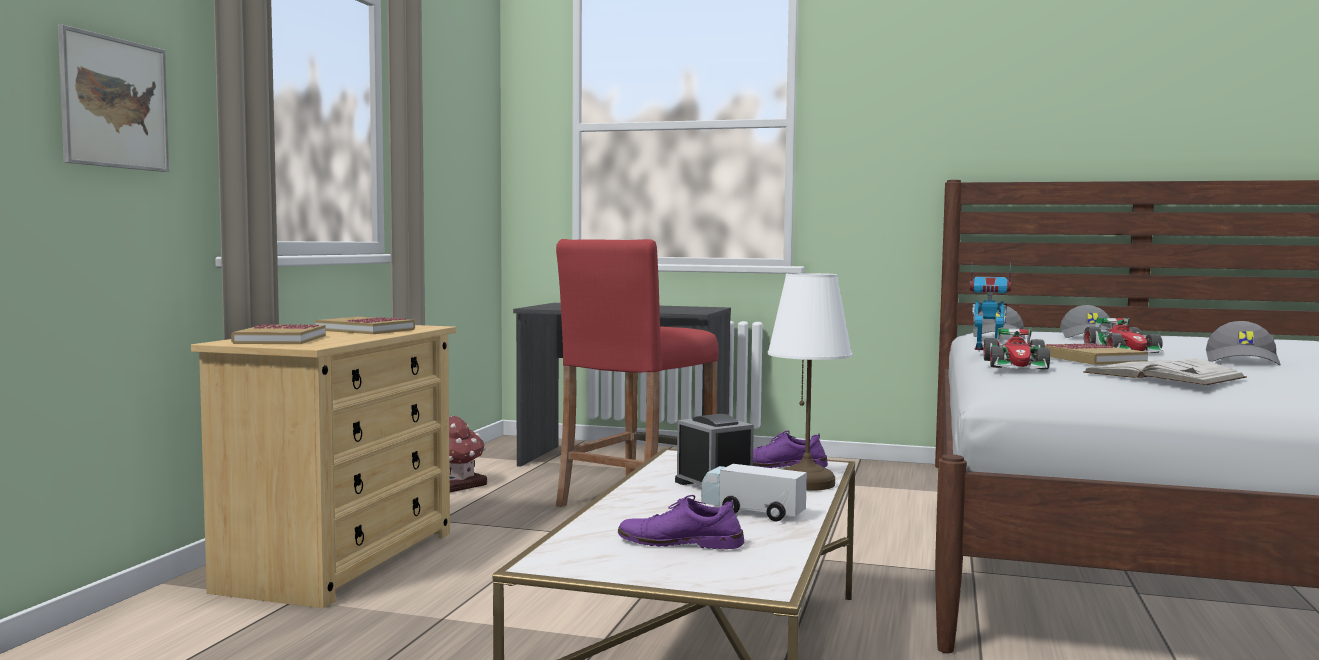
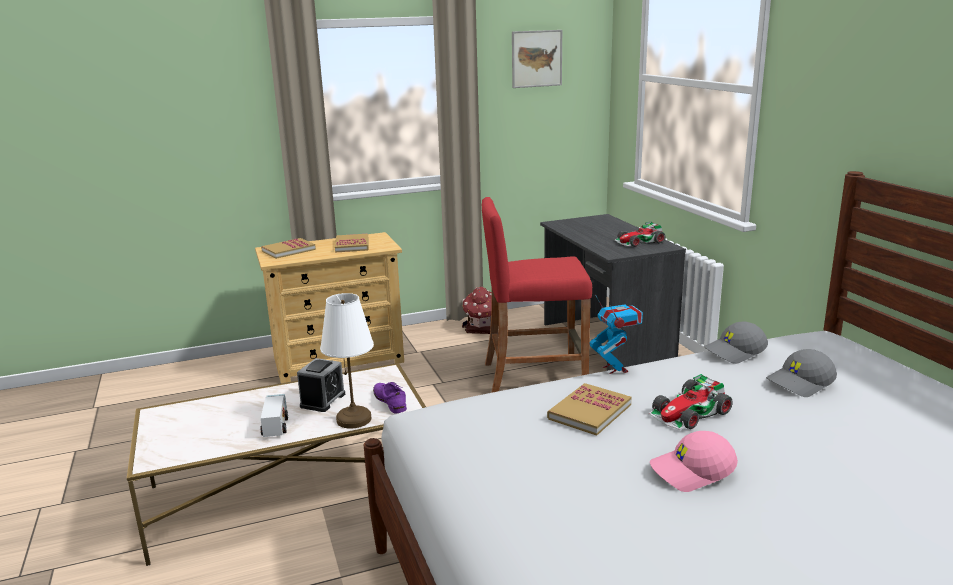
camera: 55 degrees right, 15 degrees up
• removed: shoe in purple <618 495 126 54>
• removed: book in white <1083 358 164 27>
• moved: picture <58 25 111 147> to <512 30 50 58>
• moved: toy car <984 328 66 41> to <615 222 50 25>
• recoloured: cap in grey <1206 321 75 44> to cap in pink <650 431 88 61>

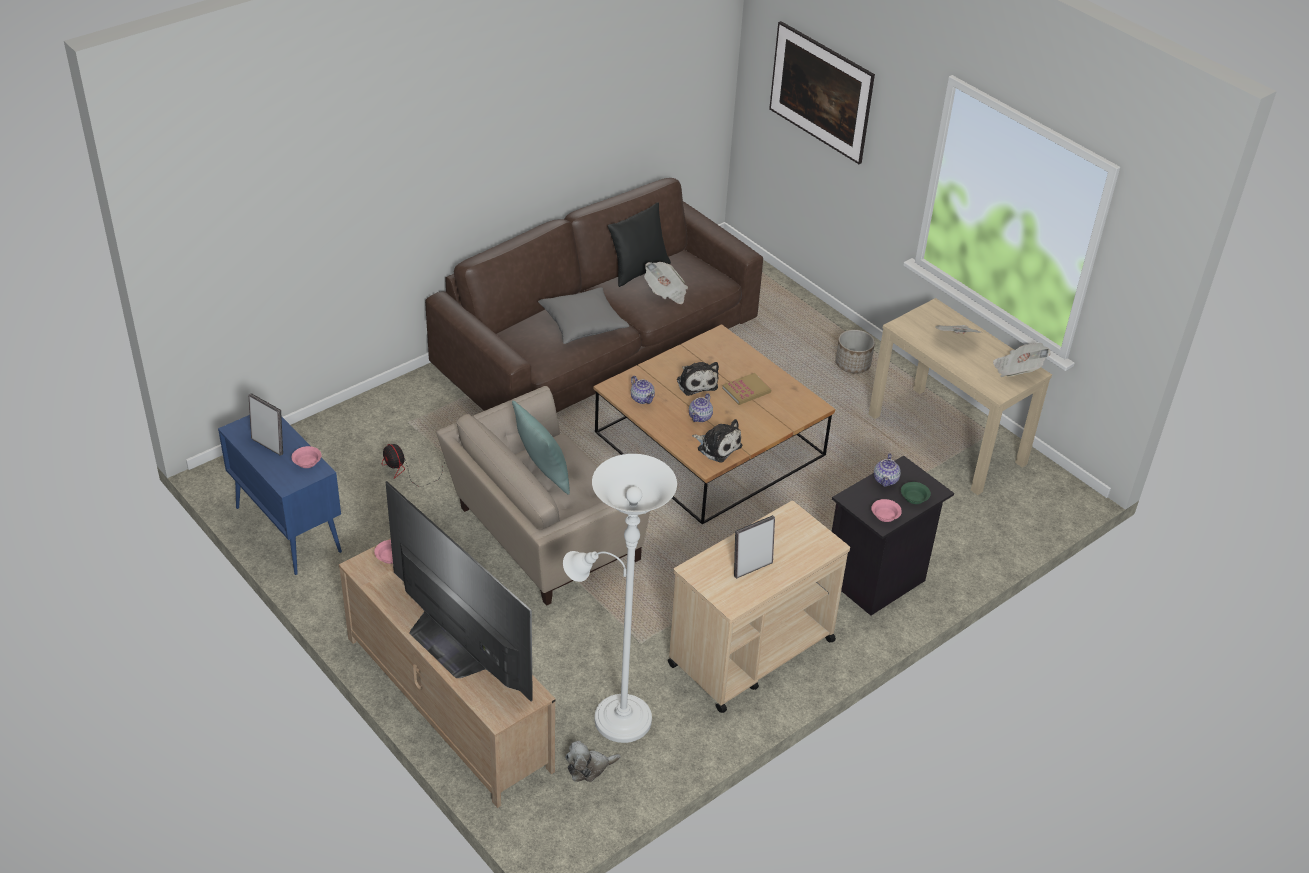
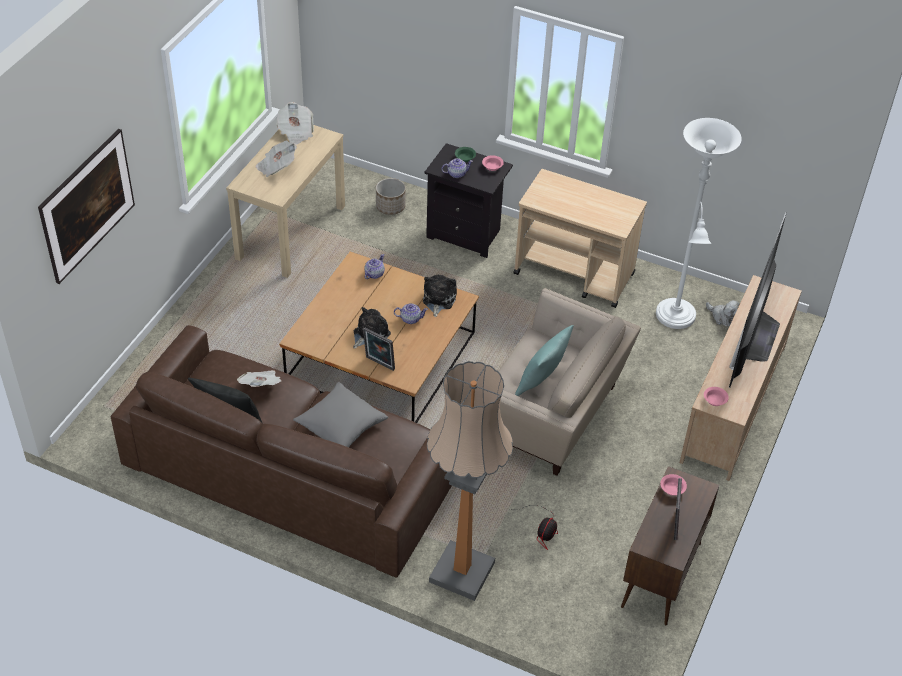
camera: 115 degrees left, 5 degrees up
• removed: book <722 373 49 32>
• added: floor lamp <427 361 86 240>
• moved: teapot <631 376 24 28> to <364 254 21 25>
• moved: picture frame <734 515 41 64> to <363 327 32 44>
• moved: planter <836 330 39 43> to <376 178 30 37>
• recoloured: cabinet in blue <218 415 124 160> to cabinet in brown <621 466 98 159>

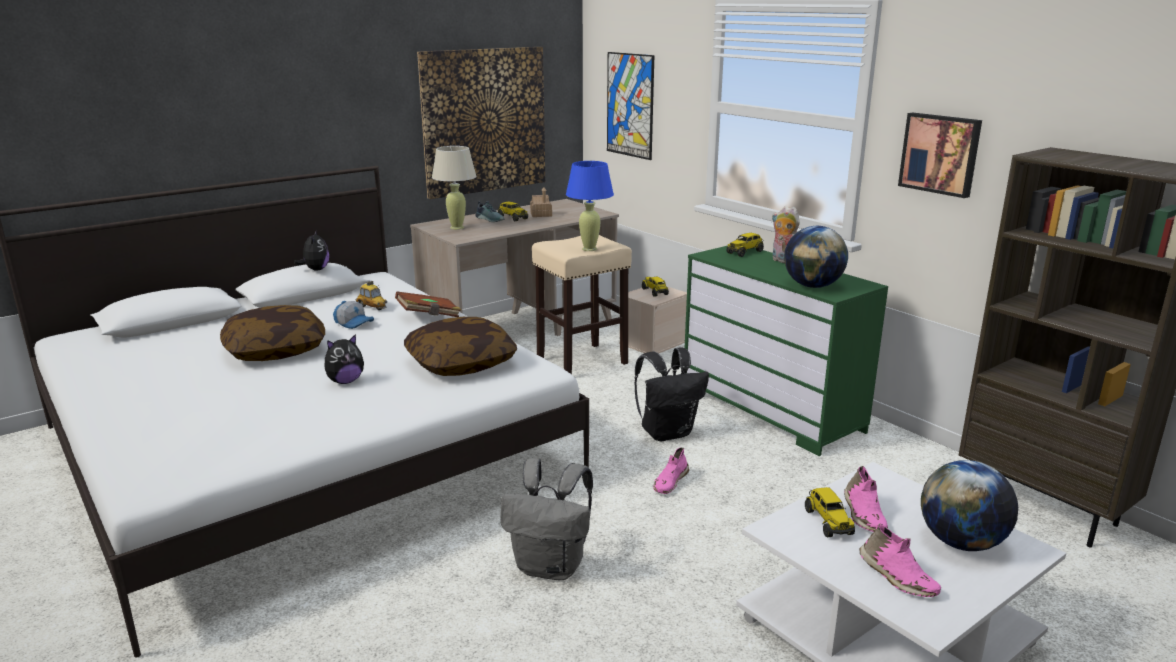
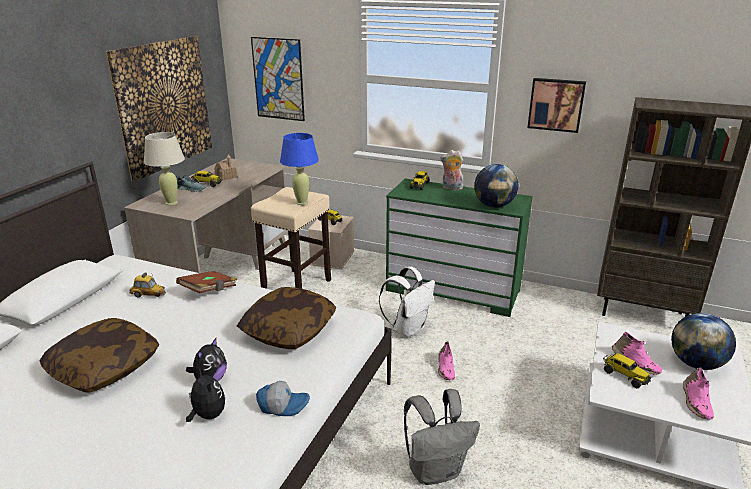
camera: 30 degrees left, 5 degrees up
• moved: plush toy <294 230 35 41> to <186 368 39 54>
• moved: cap <333 301 41 28> to <256 381 54 35>
• recoloured: backpack in black <634 347 75 94> to backpack in white <379 266 56 72>
• turned: shoe in pink <859 523 82 74> = <683 367 31 53> 75 degrees clockwise

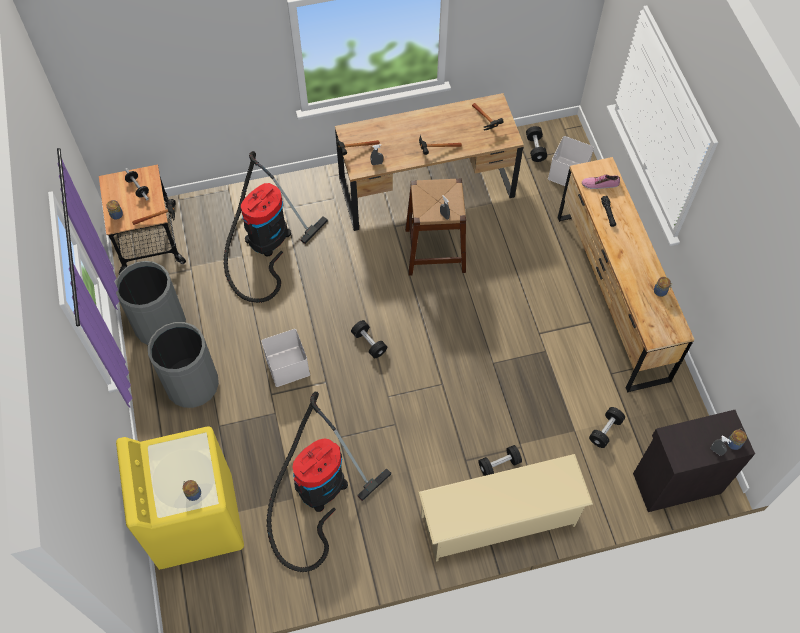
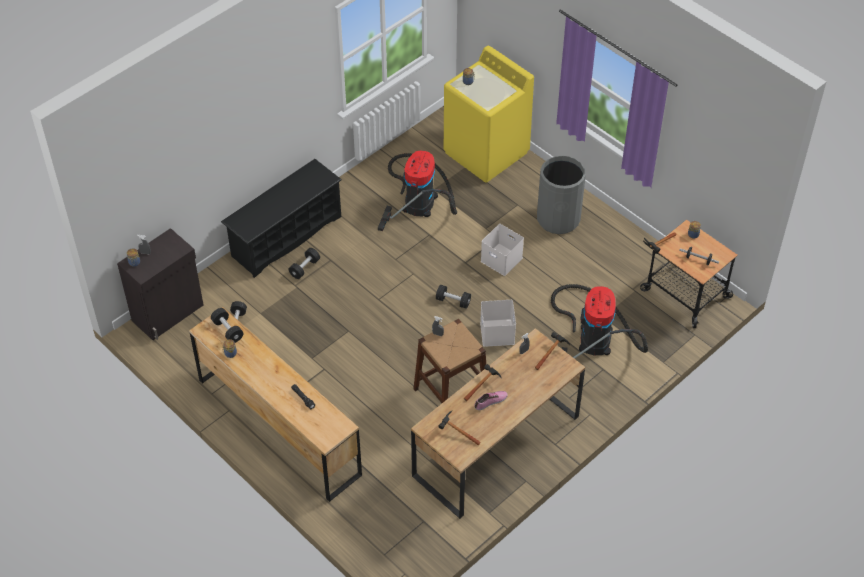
camera: 150 degrees right, 10 degrees down
• removed: trash can in grey <115 261 71 84>
• moved: dumbbell in black <526 126 21 36> to <211 308 32 35>
• moved: storage box in white <548 136 46 50> to <480 300 36 47>
• moved: shoe <582 175 38 14> to <474 391 34 19>
• recoloured: shoe rack in beige <418 454 175 107> to shoe rack in black <221 159 121 119>

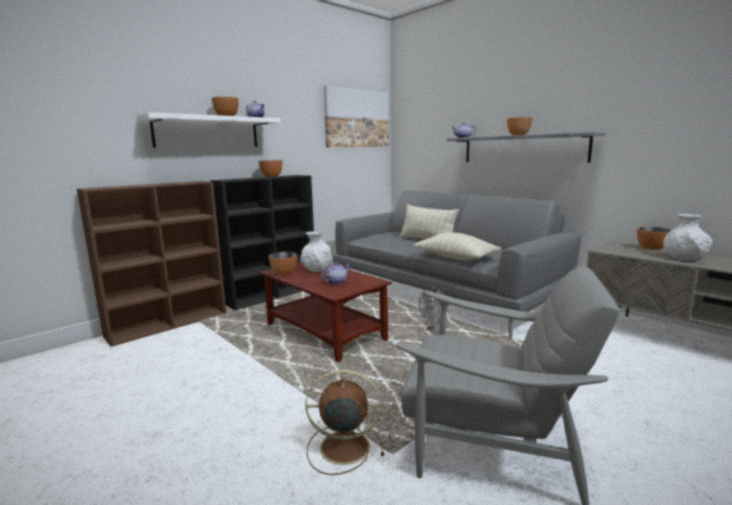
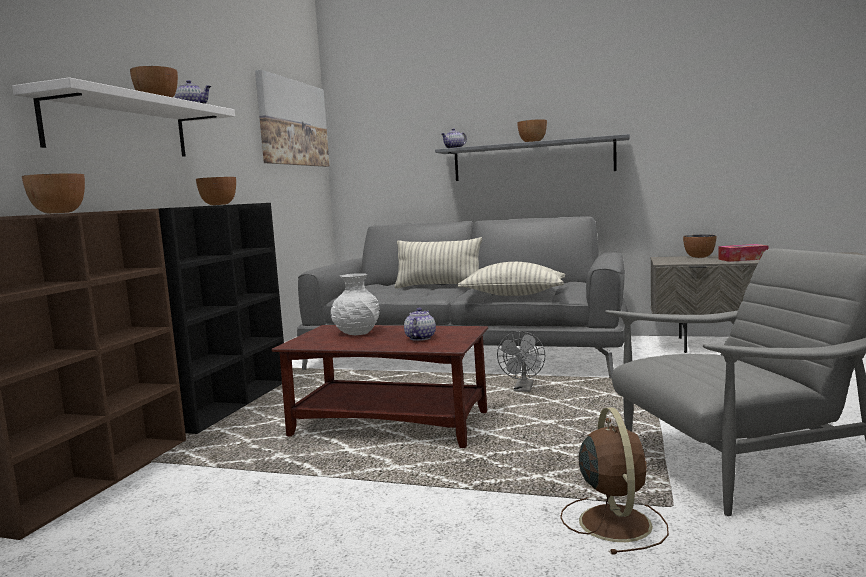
camera: 30 degrees left, 5 degrees down
• moved: bowl <269 252 28 23> to <22 174 63 40>
• replaced: vase in white <663 214 50 47> to tissue box <718 244 50 18>
• turned: fan in brown <305 370 79 105> = <560 407 109 148> 120 degrees clockwise

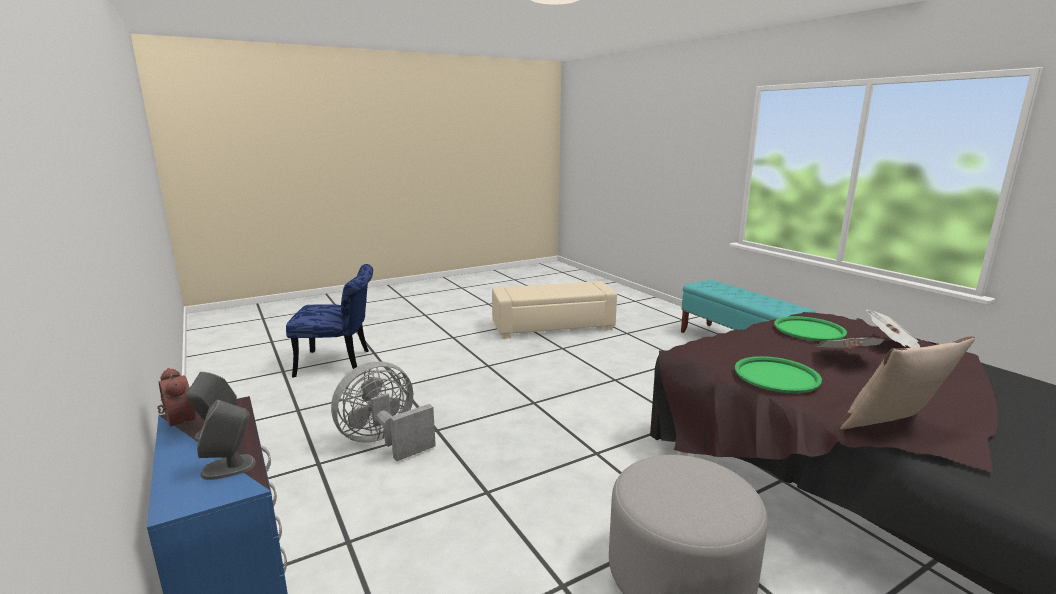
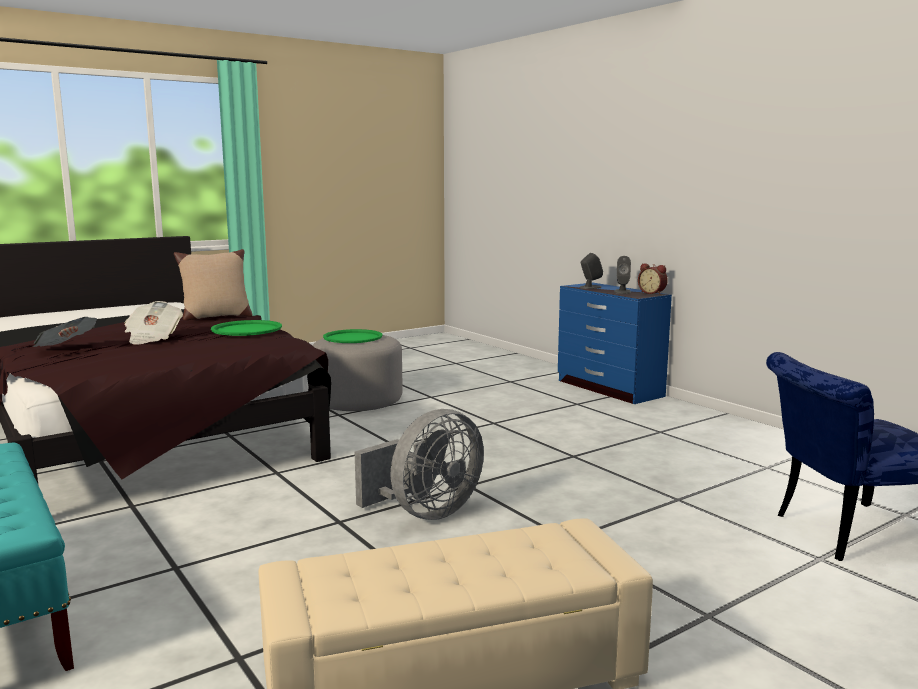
camera: 175 degrees right, 5 degrees down
• moved: fan in grey <331 361 105 100> to <355 409 129 111>
• moved: tray in green <774 316 73 25> to <323 329 60 14>

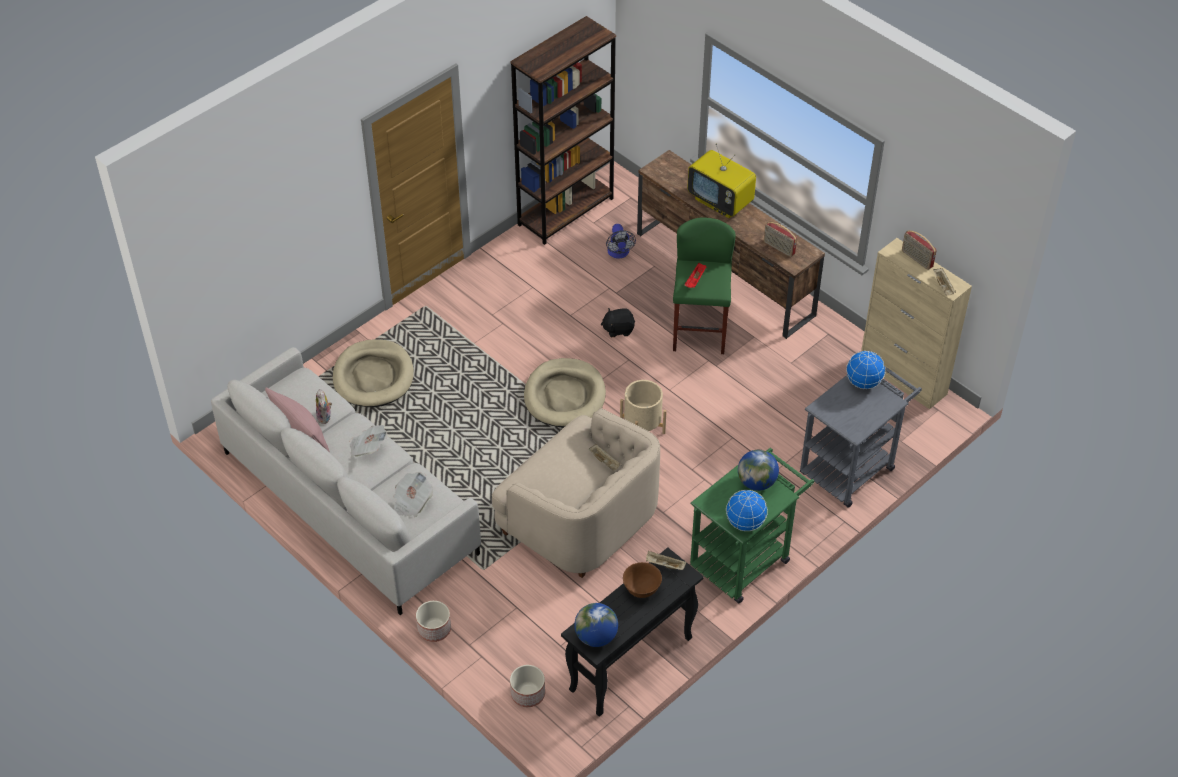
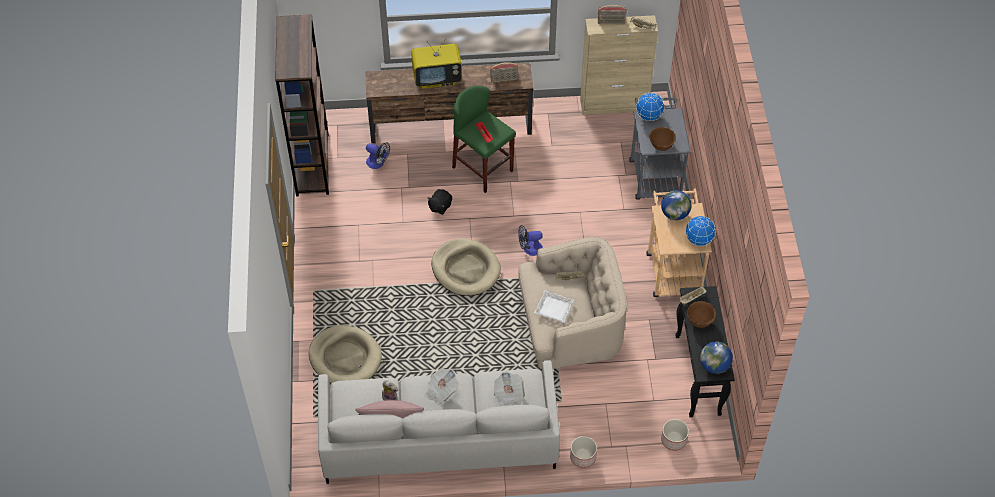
camera: 50 degrees left, 5 degrees up
• added: tray in white <534 290 41 33>
• added: bowl in brown <649 127 27 24>
• replaced: planter in beige <620 380 47 54> to fan <518 225 25 31>
• recoloured: cart in green <690 448 124 155> to cart in beige <646 189 66 108>

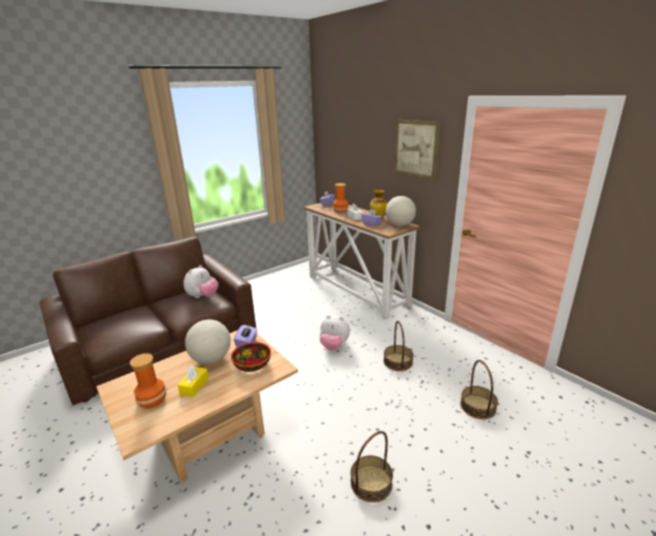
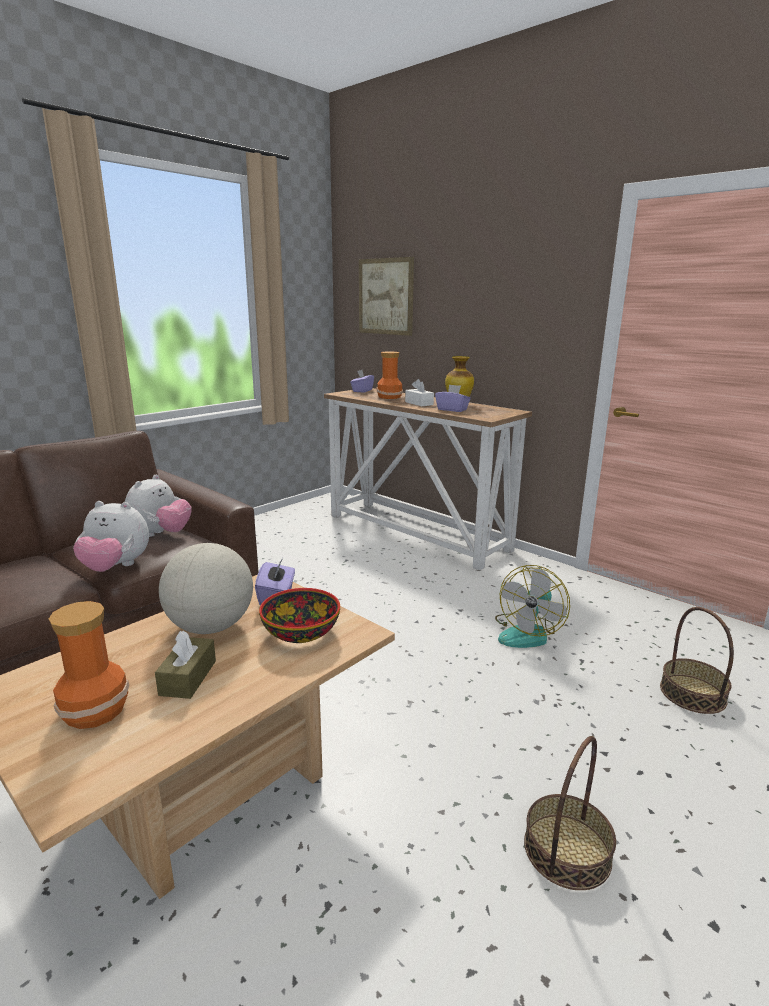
camera: 10 degrees left, 5 degrees down
• removed: globe <385 196 31 30>
• moved: plush toy <320 316 30 34> to <73 501 76 71>
• moved: picture <394 120 46 60> to <359 257 55 79>
• replaced: basket <384 321 30 50> to fan <495 565 75 83>
• recoloured: tissue box in yellow <178 365 31 32> to tissue box in brown <155 631 61 68>

